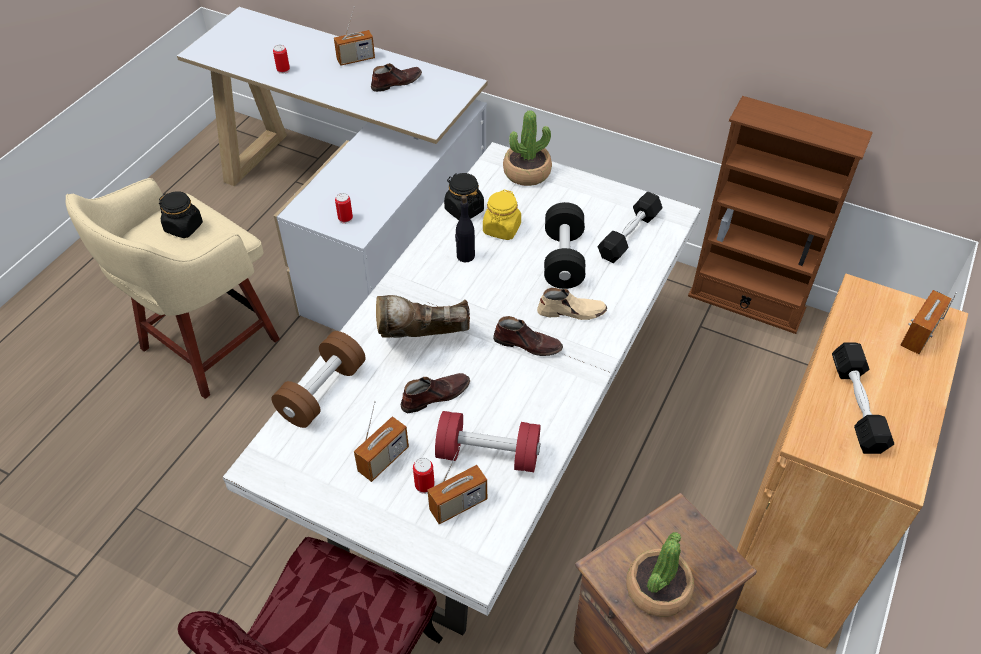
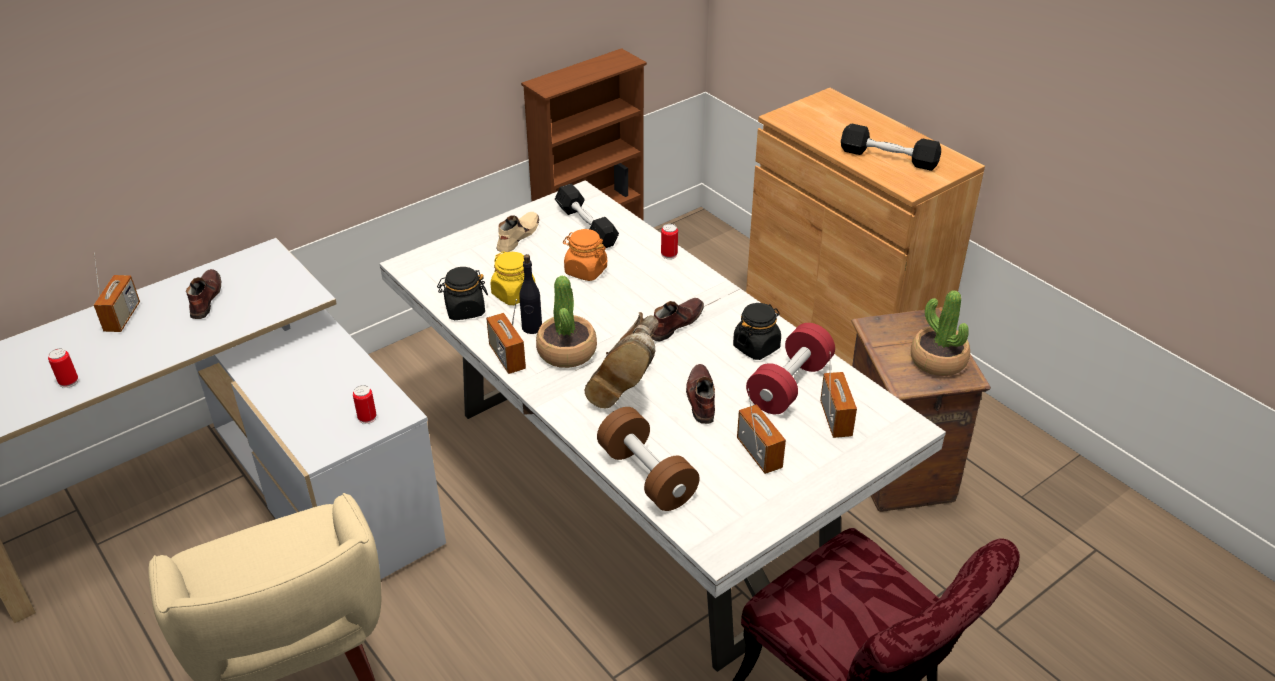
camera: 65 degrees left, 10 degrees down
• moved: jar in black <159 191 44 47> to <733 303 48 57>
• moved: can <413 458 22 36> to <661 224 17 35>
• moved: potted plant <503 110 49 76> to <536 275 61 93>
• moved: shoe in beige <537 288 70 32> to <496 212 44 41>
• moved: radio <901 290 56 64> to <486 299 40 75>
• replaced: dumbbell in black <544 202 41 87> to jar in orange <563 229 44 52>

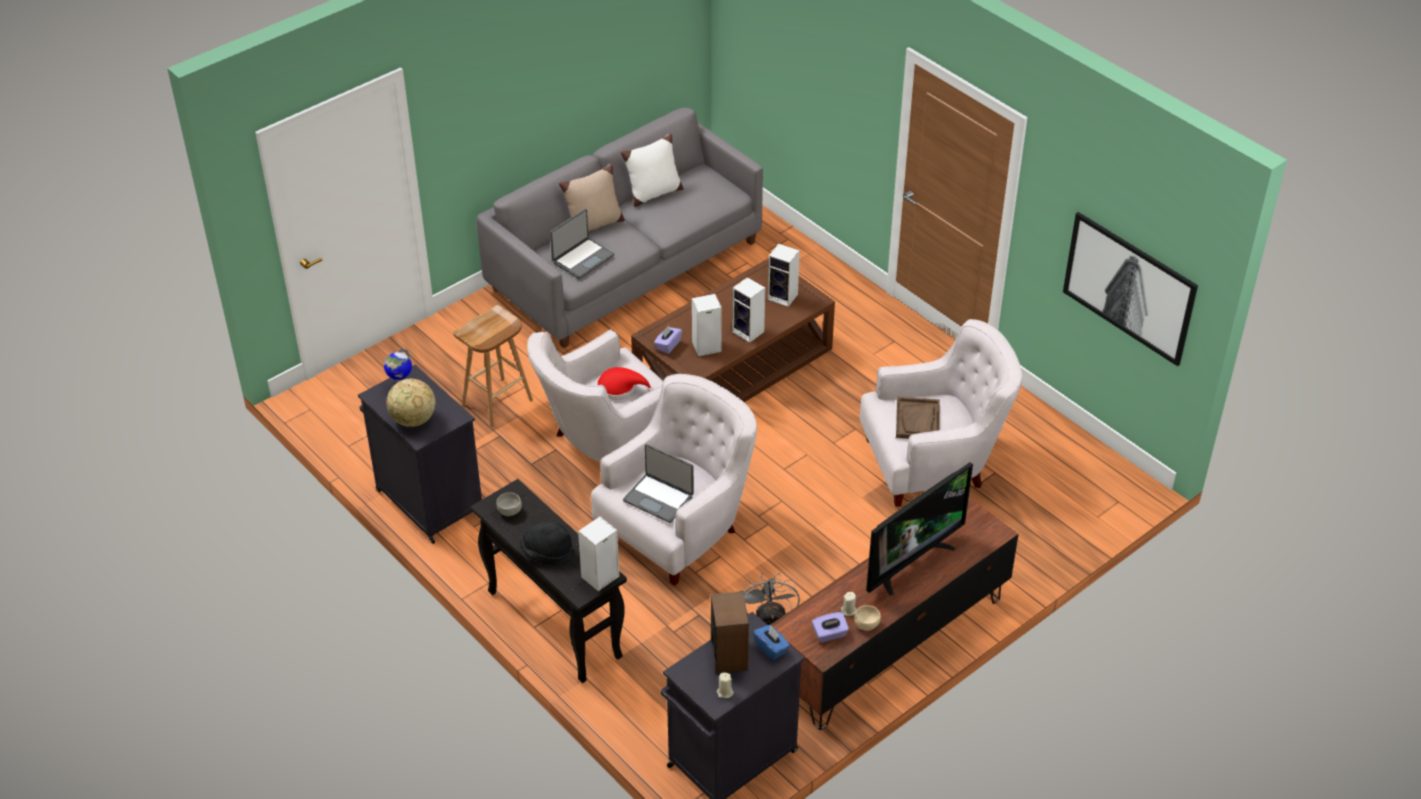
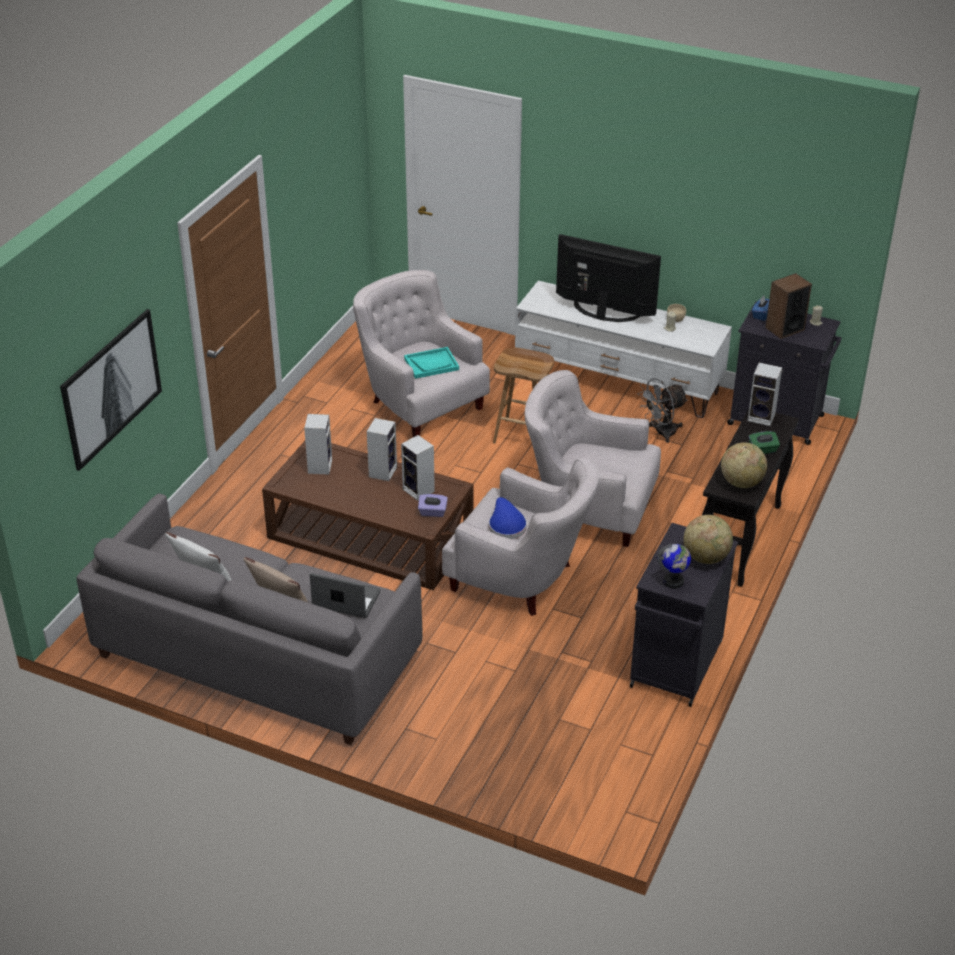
camera: 115 degrees left, 5 degrees down
• removed: laptop <623 444 71 79>
• removed: tissue box in purple <812 612 37 31>
• moved: stool in brown <453 305 80 123> to <493 347 61 97>
• moved: picture <1063 212 135 154> to <60 309 102 162>
• replaced: bowl in grey <496 492 26 24> to globe <721 442 46 46>
• replaced: hat in black <520 522 54 43> to tissue box in green <749 431 31 23>
• recoloured: hat in red <597 367 56 33> to hat in blue <489 497 38 42>
• recoloured: tv stand in brown <771 497 248 233> to tv stand in white <515 281 217 137>
• recoloured: tray in brown <896 397 44 42> to tray in turquoise <404 347 55 32>

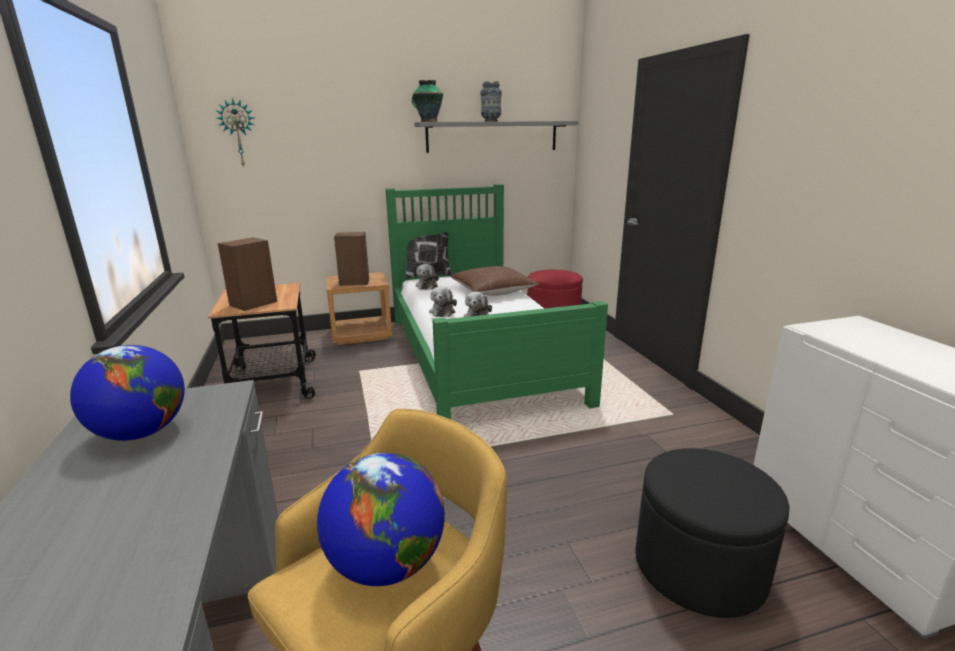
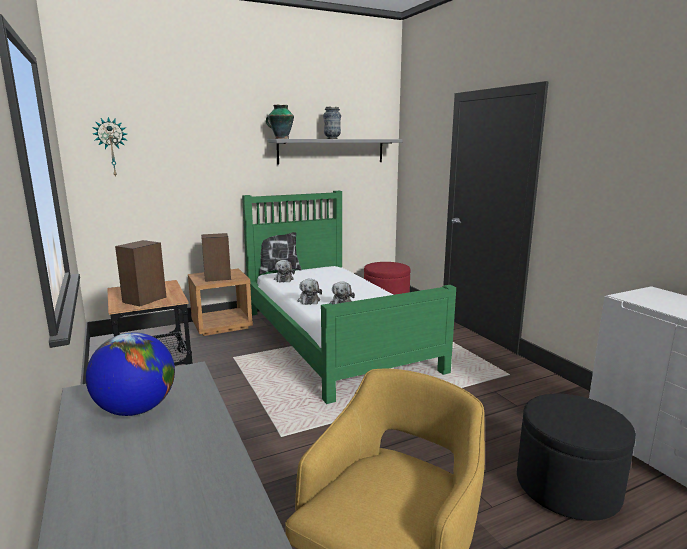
camera: 10 degrees left, 5 degrees down
• removed: globe <317 452 128 134>
• removed: pillow in brown <450 266 89 30>

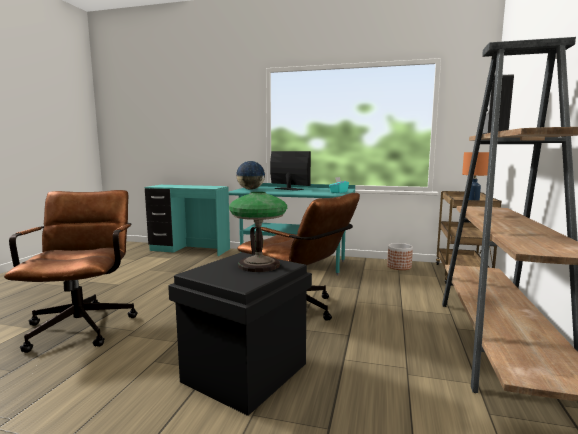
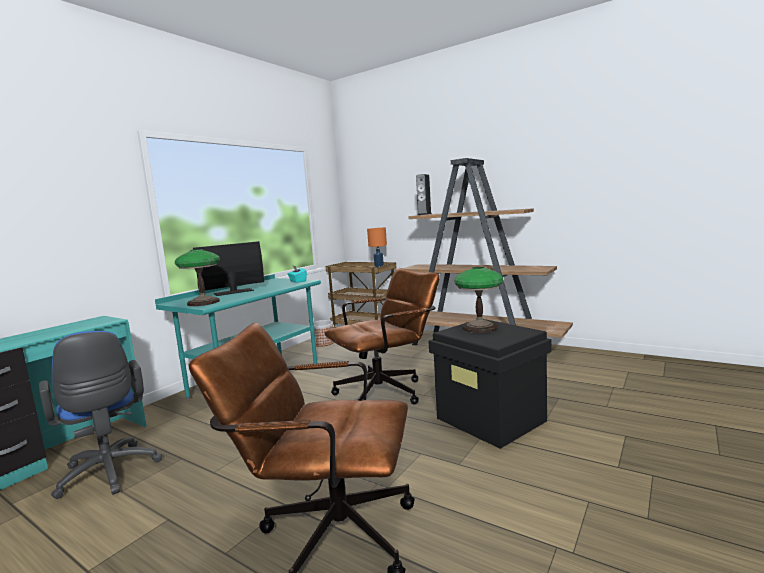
camera: 70 degrees left, 0 degrees up
• added: office chair in blue <39 331 123 168>
• replaced: globe <236 161 29 29> to table lamp <175 249 45 57>

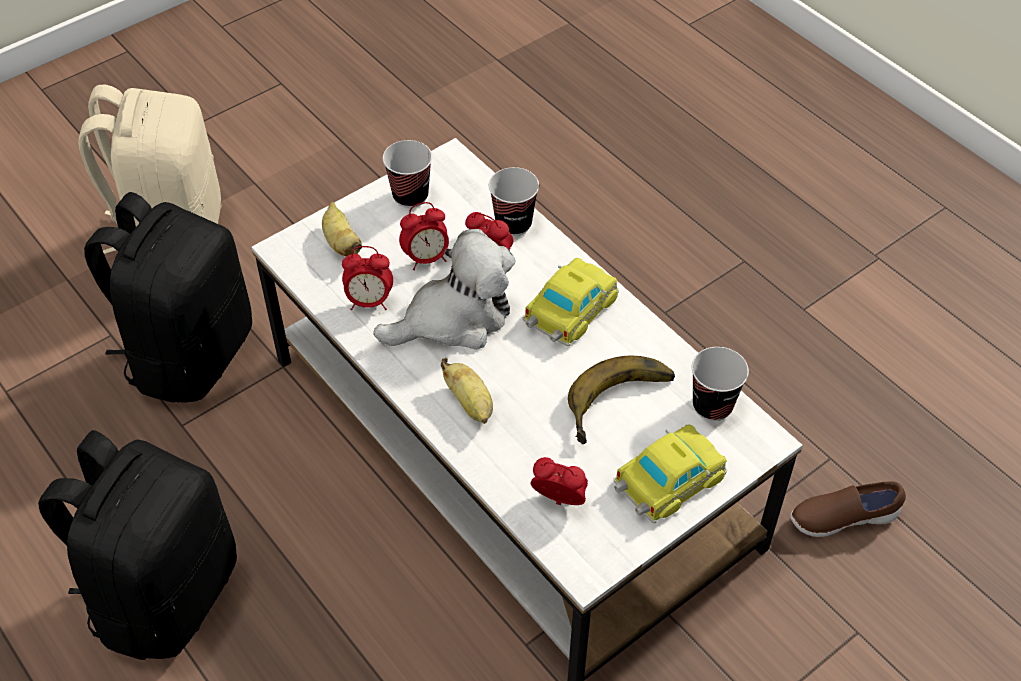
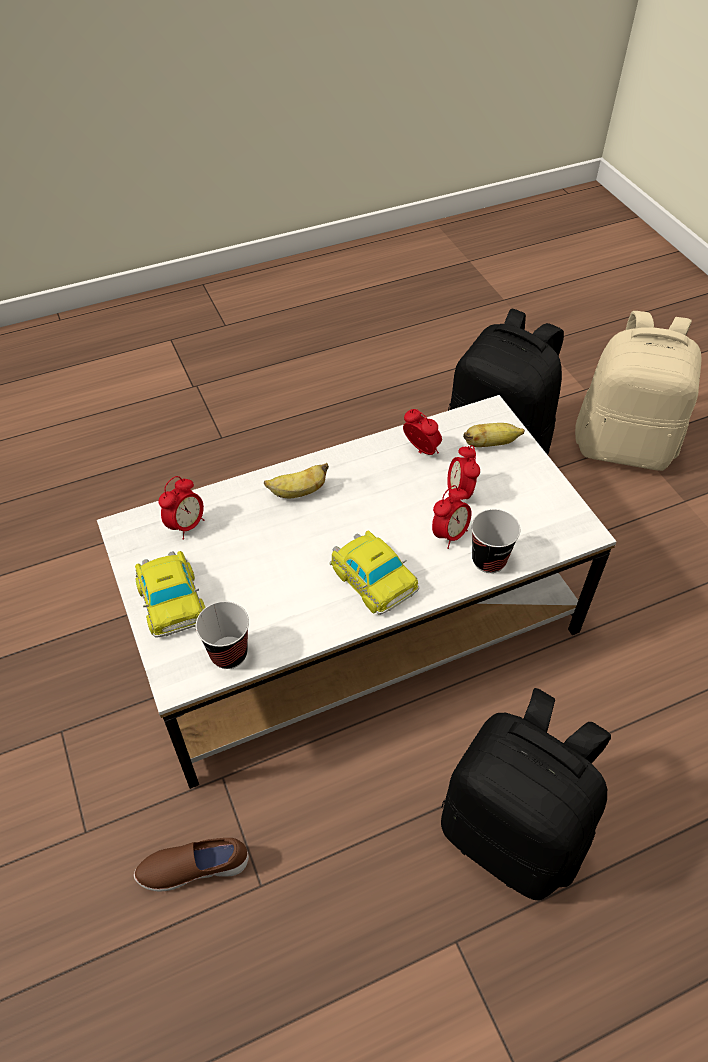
camera: 105 degrees right, 0 degrees up
• removed: plush toy <373 229 142 121>
• removed: cup <383 140 49 68>
• removed: banana <568 356 107 88>
• moved: backpack in black <38 430 199 230> to <441 688 170 212>
• turned: alarm clock <342 246 51 64> = <403 409 39 46> 120 degrees clockwise
• turned: shoe in brown <790 481 116 56> = <134 838 115 54> 105 degrees counterclockwise

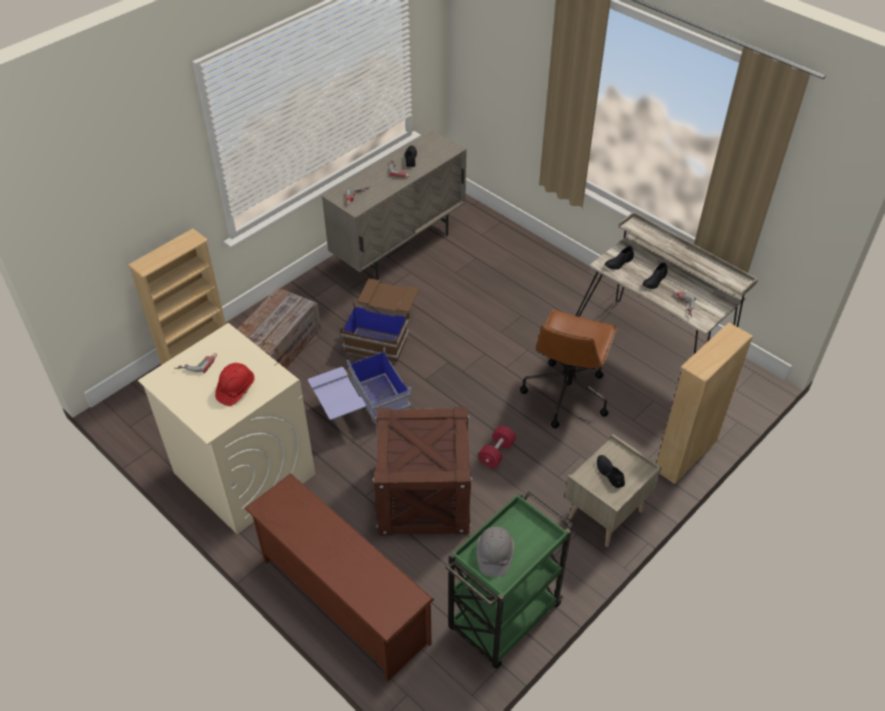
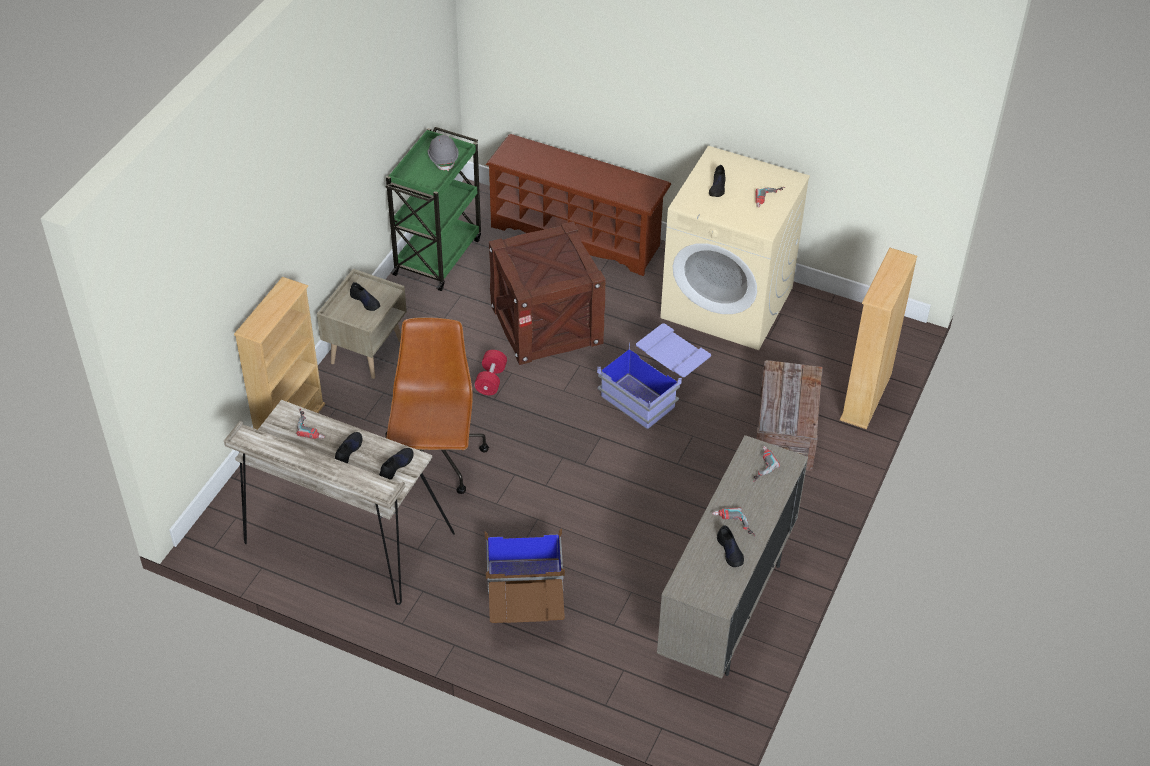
camera: 160 degrees right, 0 degrees up
• moved: storage box in brown <340 278 79 85> to <485 528 80 95>
• replaced: hard hat in red <215 363 40 43> to shoe in black <709 165 16 32>

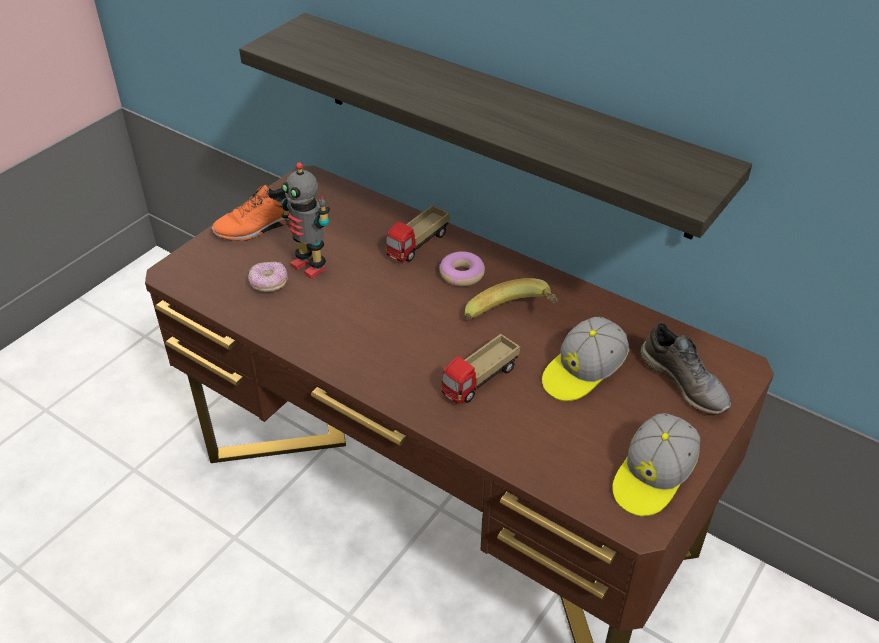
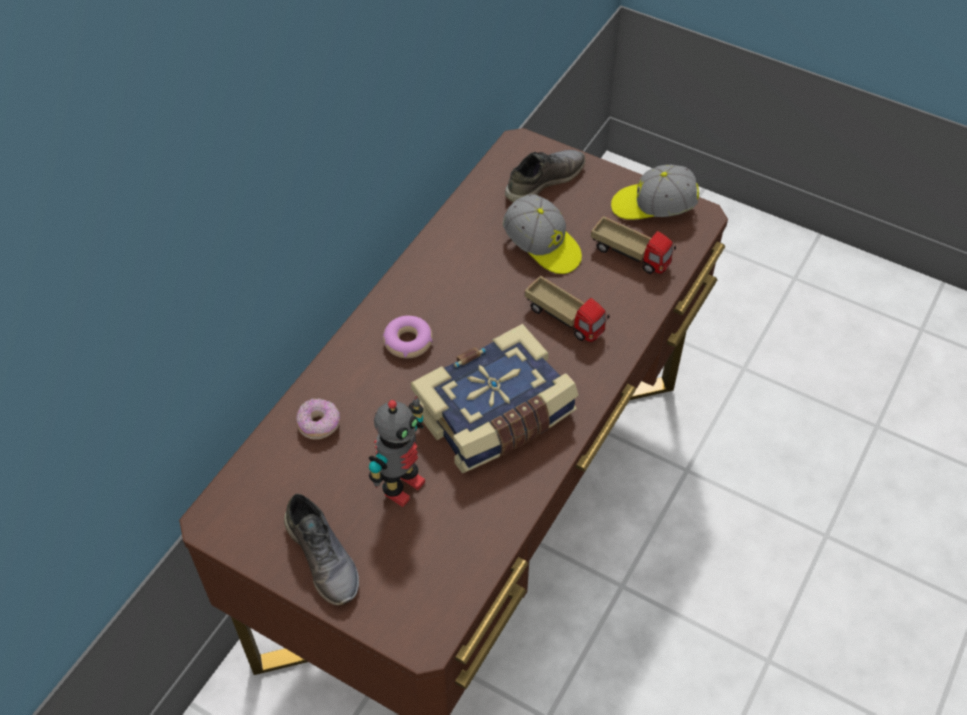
camera: 95 degrees left, 10 degrees up
• removed: shelf <239 13 513 227>
• removed: banana <465 278 93 42>
• added: book <411 324 167 149>
• moved: donut <248 262 40 30> to <297 399 43 41>
• moved: toy truck <386 205 64 57> to <591 216 85 58>
• recoloured: shoe in orange <211 185 76 56> to shoe in grey <284 493 75 113>
• turned: cap <612 413 88 103> = <611 165 88 55> 150 degrees clockwise

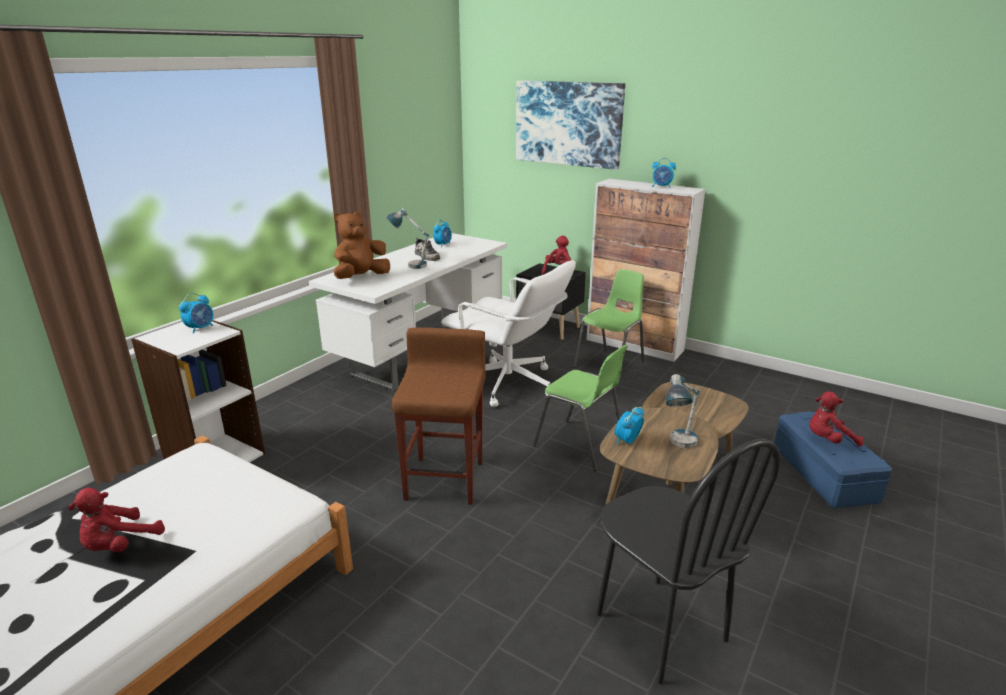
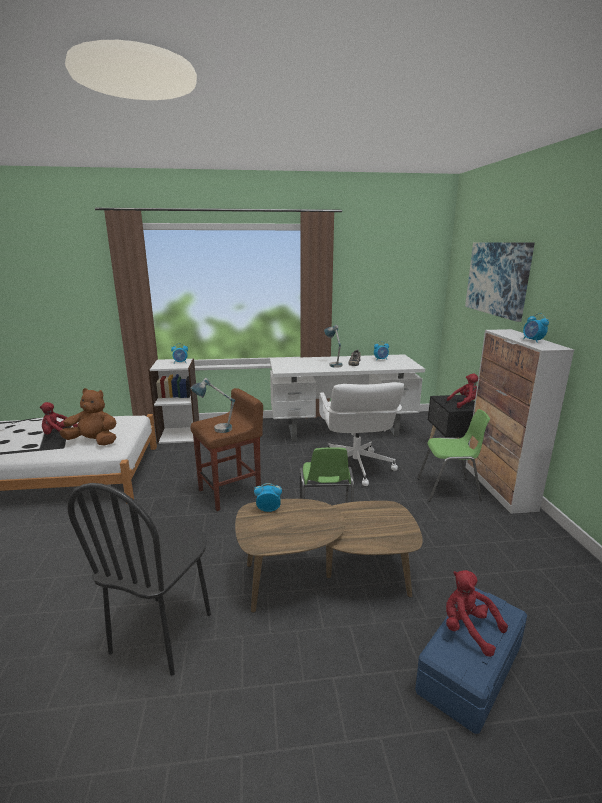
camera: 50 degrees right, 5 degrees down
• moved: plush toy in brown <334 211 56 68> to <59 388 57 57>
• moved: table lamp <666 374 33 74> to <190 378 45 55>

